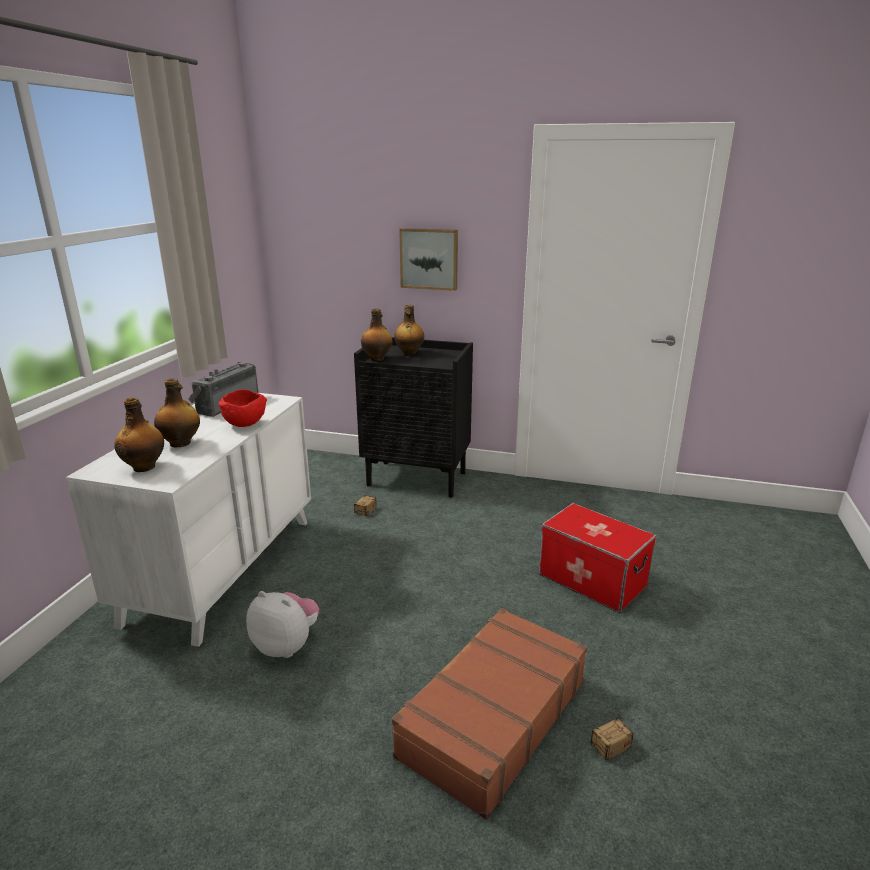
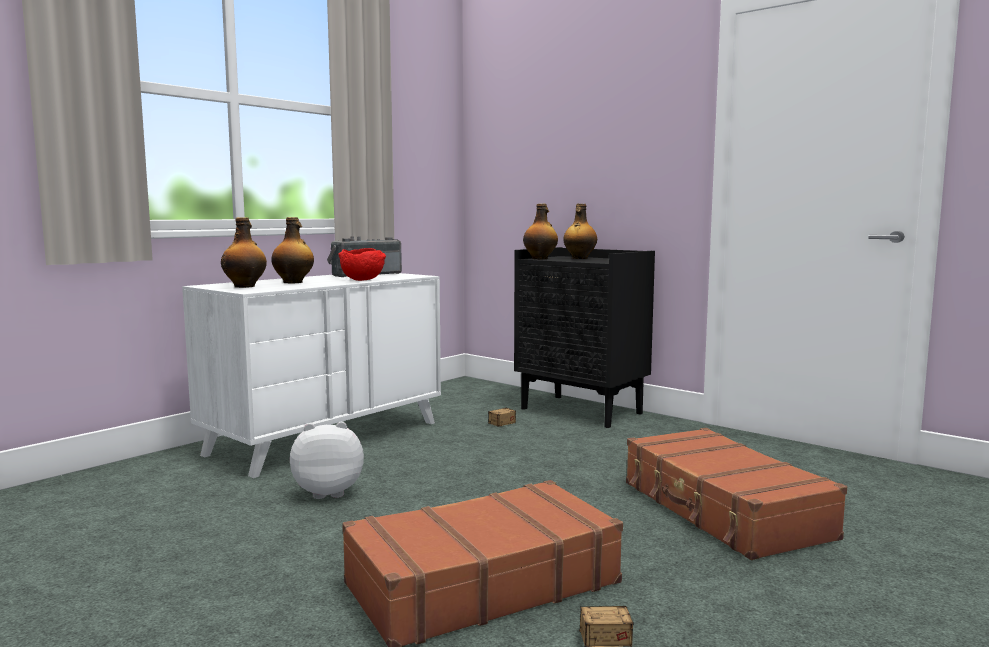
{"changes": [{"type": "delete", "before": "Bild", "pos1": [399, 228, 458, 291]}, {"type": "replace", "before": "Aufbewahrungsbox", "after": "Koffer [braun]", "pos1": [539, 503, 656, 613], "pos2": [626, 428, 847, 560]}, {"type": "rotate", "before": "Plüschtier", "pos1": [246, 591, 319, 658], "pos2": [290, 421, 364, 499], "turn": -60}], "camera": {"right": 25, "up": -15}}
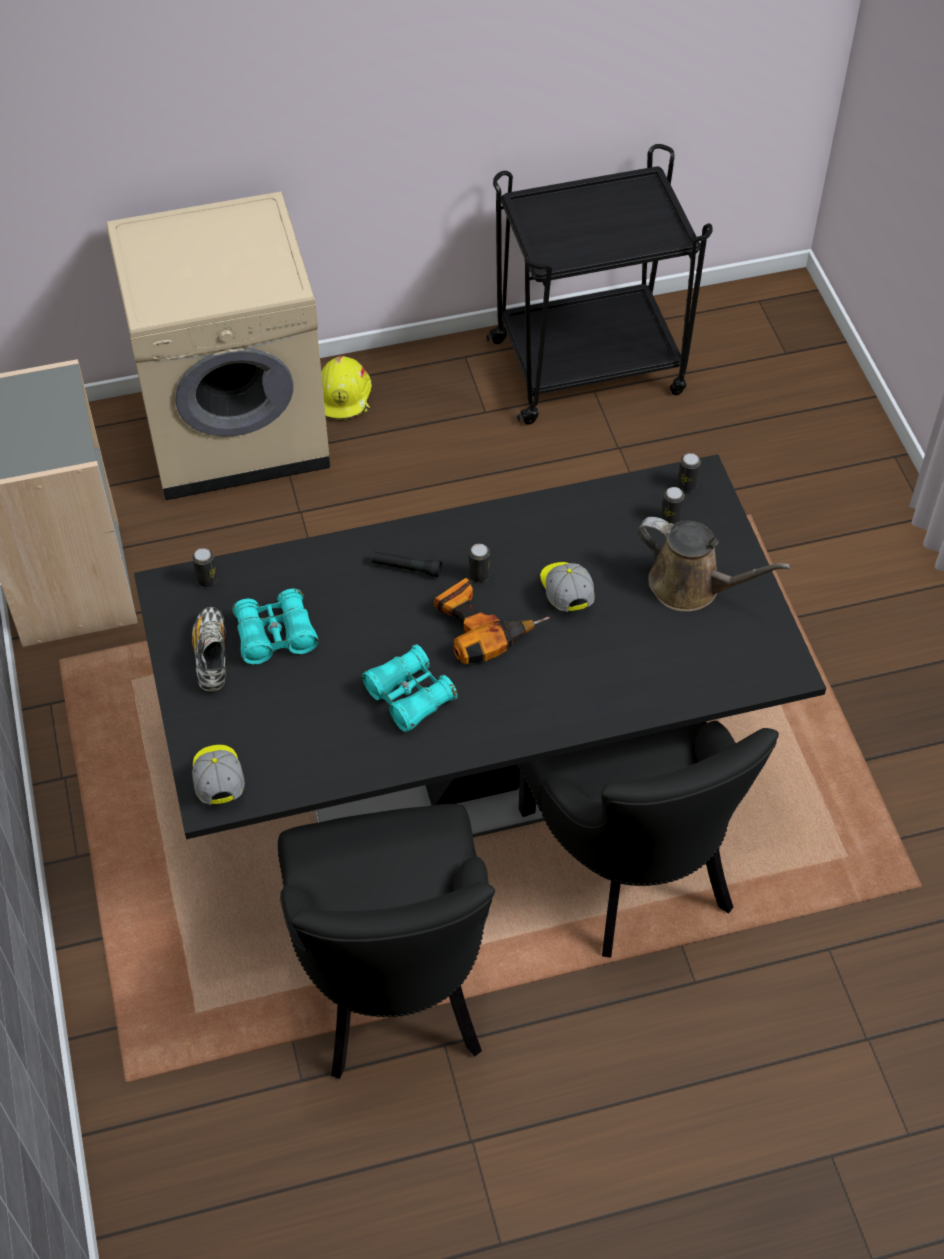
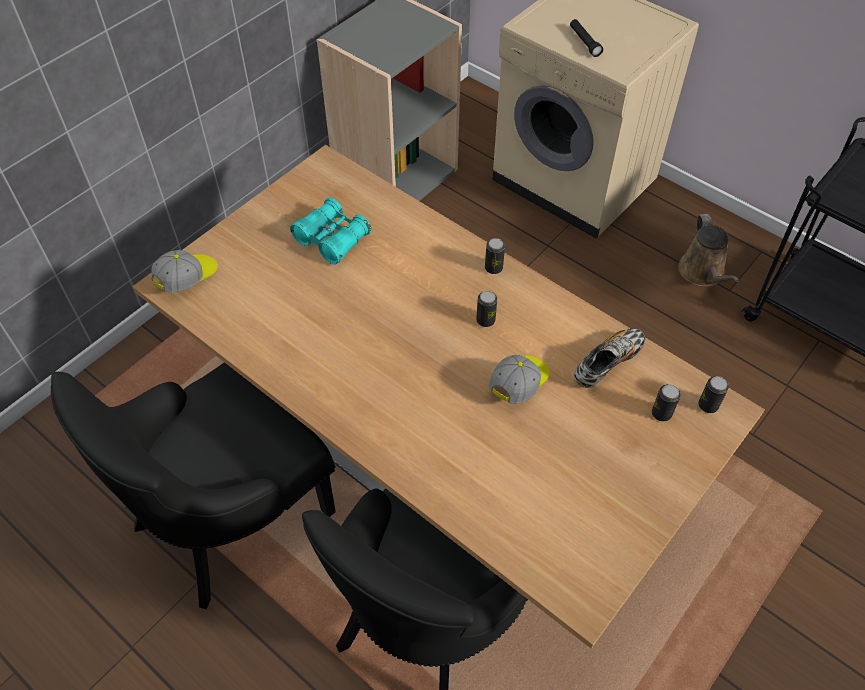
{"changes": [{"type": "delete", "before": "Schutzhelm [gelb]", "pos1": [321, 356, 372, 420]}, {"type": "recolor", "before": "Esstisch [schwarz]", "after": "Esstisch [beige]", "pos1": [134, 454, 826, 839], "pos2": [133, 145, 765, 649]}, {"type": "move", "before": "Gießkanne [braun]", "pos1": [637, 517, 791, 612], "pos2": [678, 214, 739, 286]}, {"type": "move", "before": "Dose", "pos1": [192, 548, 218, 587], "pos2": [485, 238, 505, 274]}, {"type": "move", "before": "Taschenlampe [schwarz]", "pos1": [372, 551, 442, 577], "pos2": [570, 19, 603, 57]}, {"type": "delete", "before": "Bohrmaschine", "pos1": [434, 578, 550, 664]}, {"type": "move", "before": "Schuh", "pos1": [192, 607, 226, 692], "pos2": [574, 328, 645, 388]}, {"type": "delete", "before": "Fernglas [türkis]", "pos1": [362, 644, 458, 732]}], "camera": {"right": 55, "up": 0}}
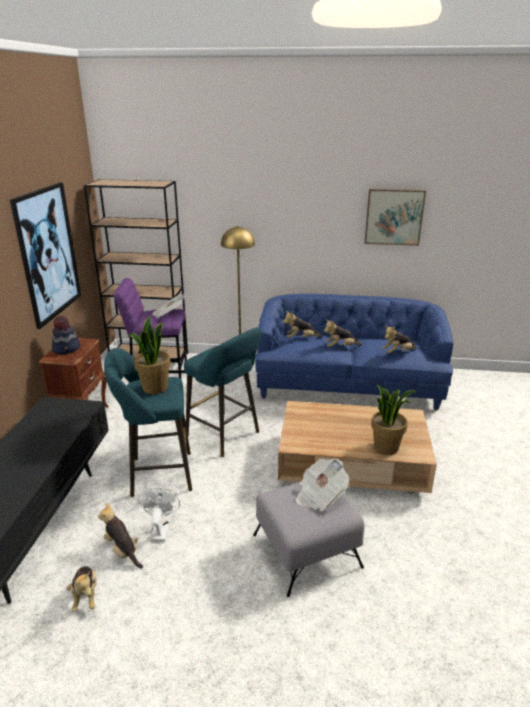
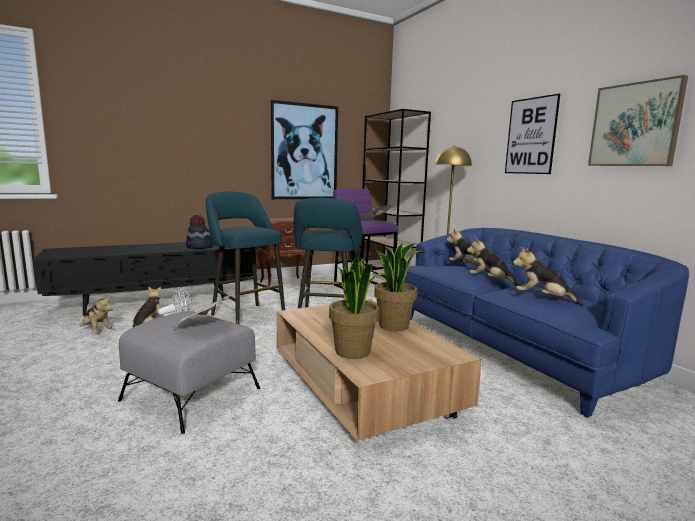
{"changes": [{"type": "move", "before": "Hut", "pos1": [52, 315, 80, 354], "pos2": [186, 215, 214, 249]}, {"type": "move", "before": "Topfpflanze", "pos1": [129, 316, 171, 394], "pos2": [372, 243, 424, 331]}, {"type": "rotate", "before": "Plüschtier", "pos1": [66, 566, 97, 612], "pos2": [80, 294, 113, 332], "turn": -90}, {"type": "insert", "after": "Bild", "pos2": [505, 94, 560, 174]}], "camera": {"right": 55, "up": -15}}
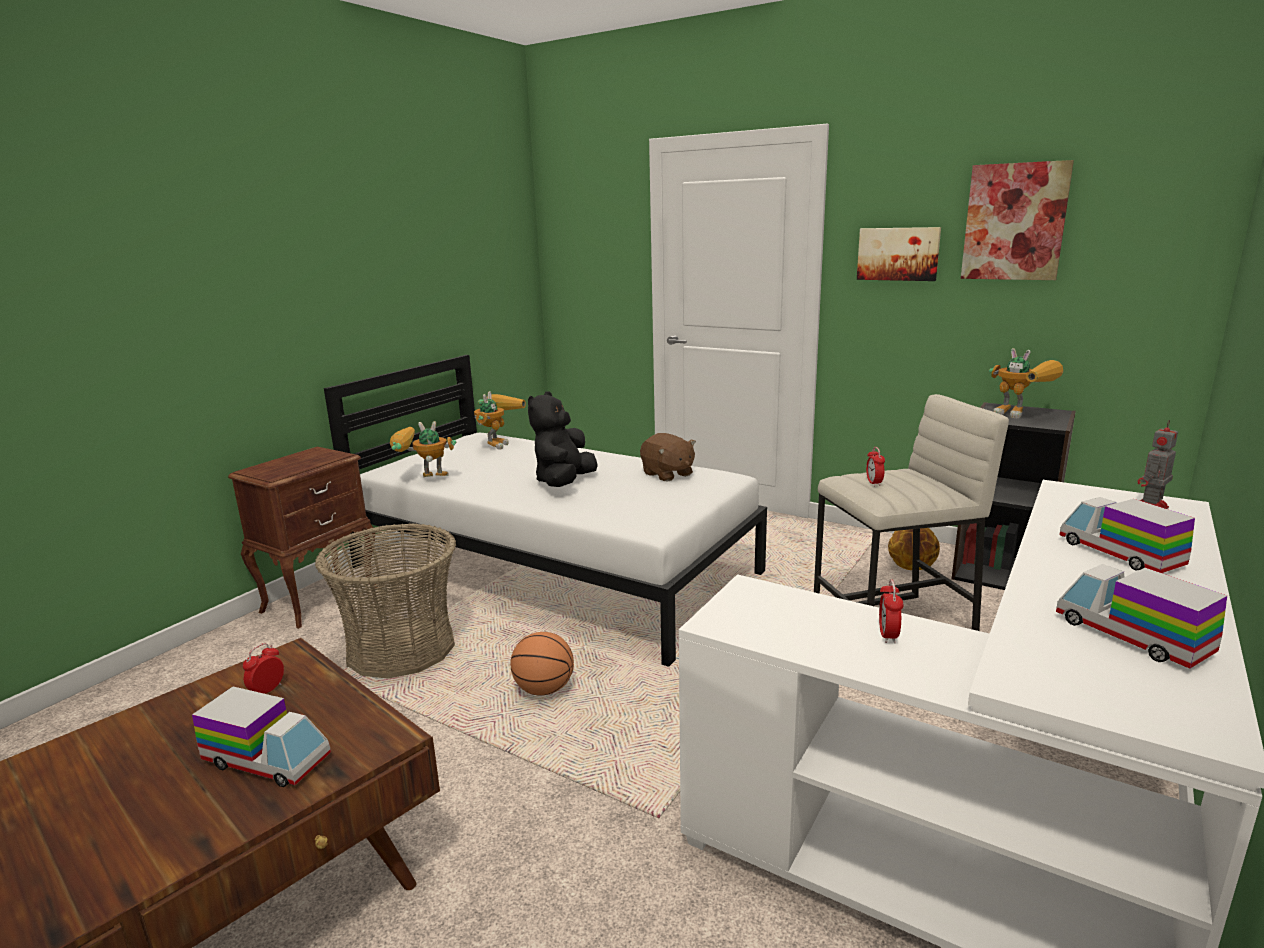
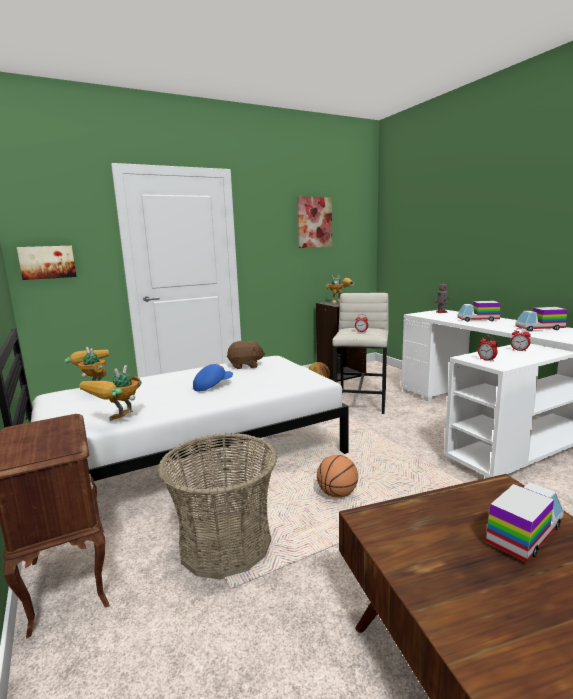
{"changes": [{"type": "move", "before": "Bild", "pos1": [857, 227, 941, 281], "pos2": [17, 246, 77, 280]}, {"type": "replace", "before": "Plüschtier [schwarz]", "after": "Kappe [blau]", "pos1": [528, 391, 598, 487], "pos2": [193, 364, 233, 392]}, {"type": "move", "before": "Wecker", "pos1": [243, 643, 284, 694], "pos2": [478, 336, 498, 362]}], "camera": {"right": -60, "up": -5}}
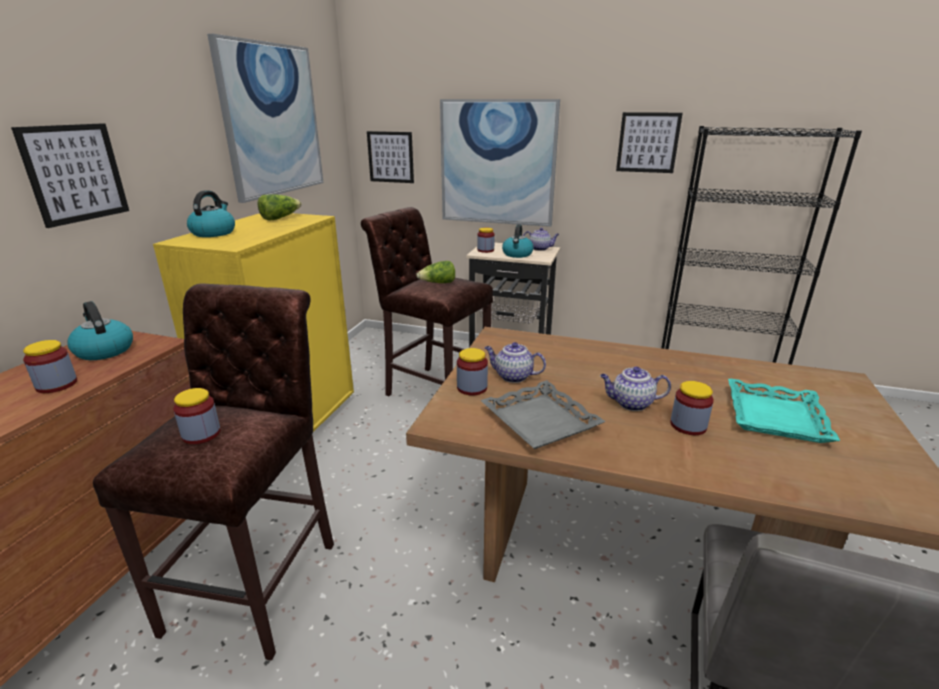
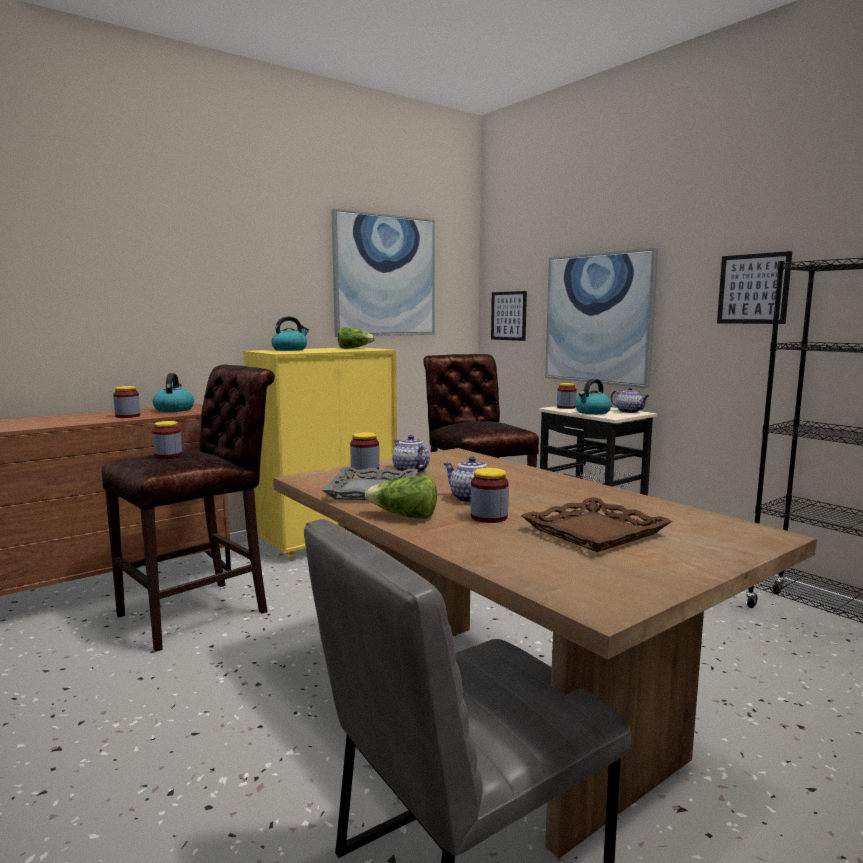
{"changes": [{"type": "delete", "before": "Bild", "pos1": [11, 123, 129, 228]}, {"type": "move", "before": "Salatkopf", "pos1": [416, 261, 455, 283], "pos2": [365, 476, 437, 519]}, {"type": "recolor", "before": "Tablett [türkis]", "after": "Tablett [braun]", "pos1": [728, 379, 840, 443], "pos2": [521, 497, 672, 552]}], "camera": {"right": 35, "up": -15}}
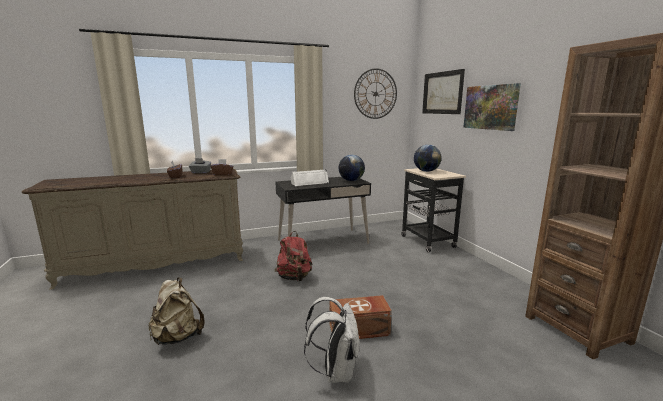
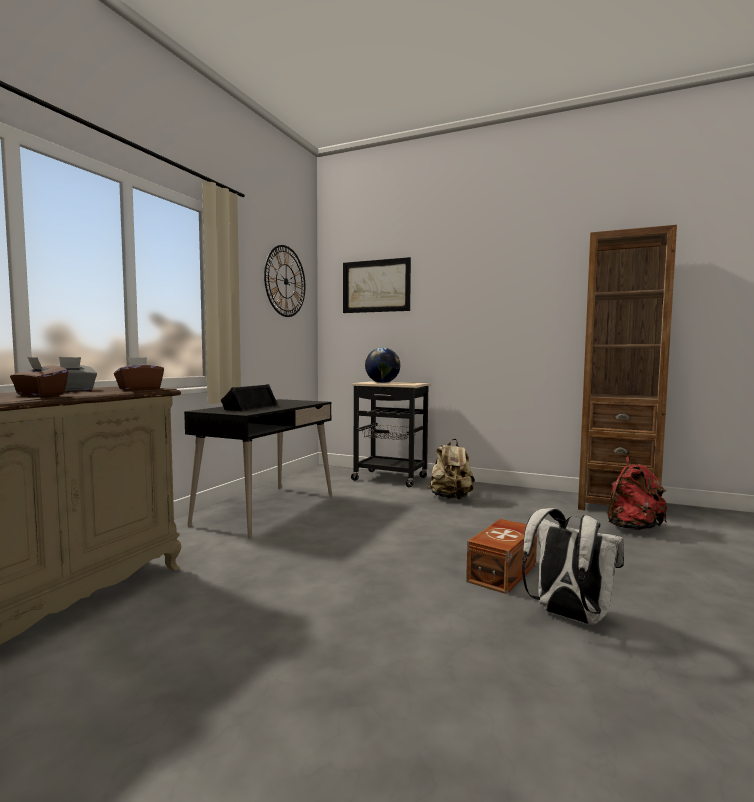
{"changes": [{"type": "delete", "before": "Bild", "pos1": [463, 83, 521, 131]}, {"type": "delete", "before": "Globus", "pos1": [338, 155, 365, 181]}, {"type": "recolor", "before": "Lautsprecher [weiß]", "after": "Lautsprecher [schwarz]", "pos1": [290, 169, 329, 186], "pos2": [221, 384, 279, 411]}, {"type": "move", "before": "Rucksack [rot]", "pos1": [274, 231, 312, 281], "pos2": [607, 456, 667, 530]}, {"type": "move", "before": "Rucksack [beige]", "pos1": [149, 277, 205, 345], "pos2": [427, 439, 475, 500]}], "camera": {"right": -45, "up": -10}}
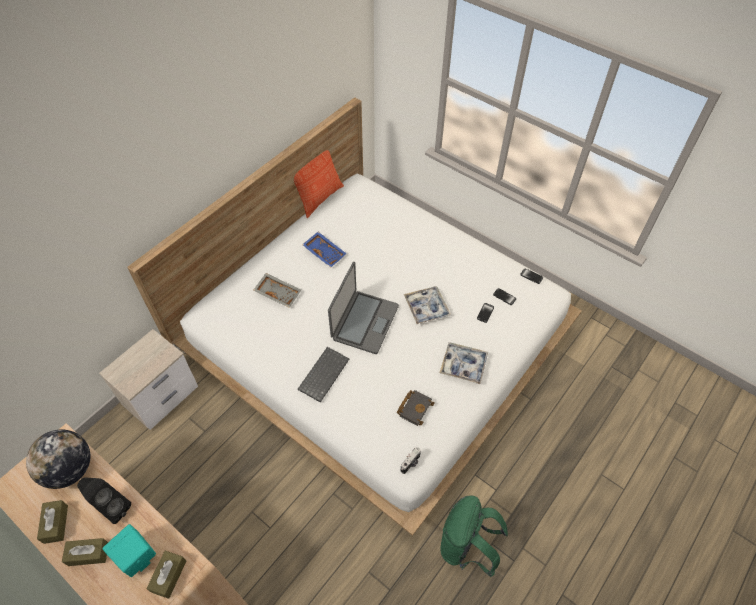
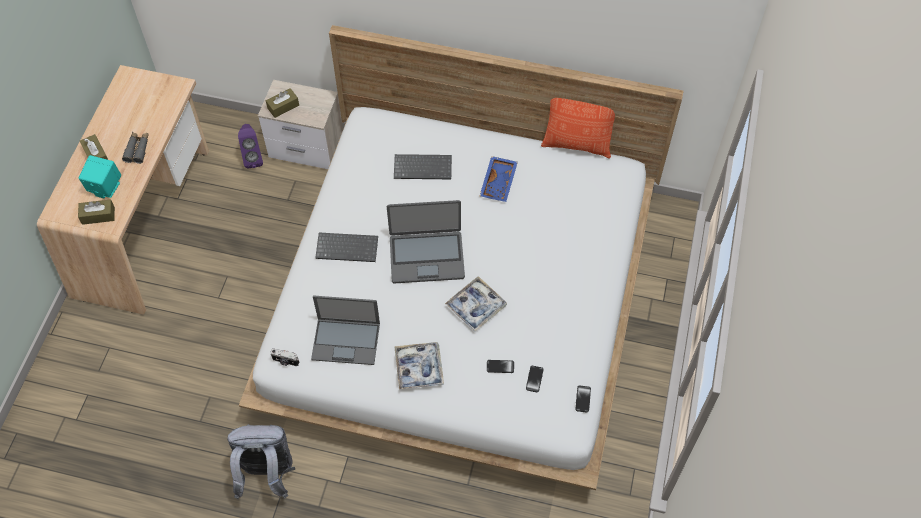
{"changes": [{"type": "replace", "before": "Tablett [grau]", "after": "Tastatur", "pos1": [253, 273, 301, 308], "pos2": [394, 154, 452, 179]}, {"type": "replace", "before": "Buch [schwarz]", "after": "Laptop", "pos1": [397, 390, 435, 426], "pos2": [311, 295, 380, 365]}, {"type": "delete", "before": "Globus", "pos1": [26, 430, 91, 489]}, {"type": "replace", "before": "Lautsprecher [schwarz]", "after": "Fernglas [grau]", "pos1": [77, 478, 131, 524], "pos2": [122, 132, 149, 164]}, {"type": "recolor", "before": "Rucksack [grün]", "after": "Rucksack [grau]", "pos1": [441, 496, 508, 577], "pos2": [227, 424, 295, 500]}, {"type": "move", "before": "Taschentuchbox [braun]", "pos1": [37, 500, 68, 544], "pos2": [266, 88, 299, 118]}, {"type": "insert", "after": "Lautsprecher [lila]", "pos2": [238, 124, 263, 168]}], "camera": {"right": 65, "up": 5}}
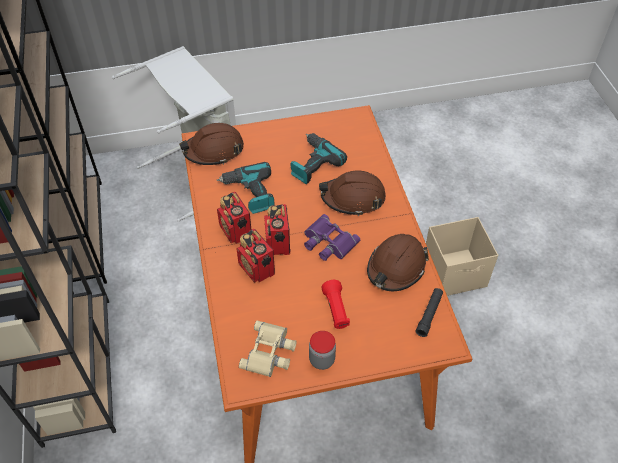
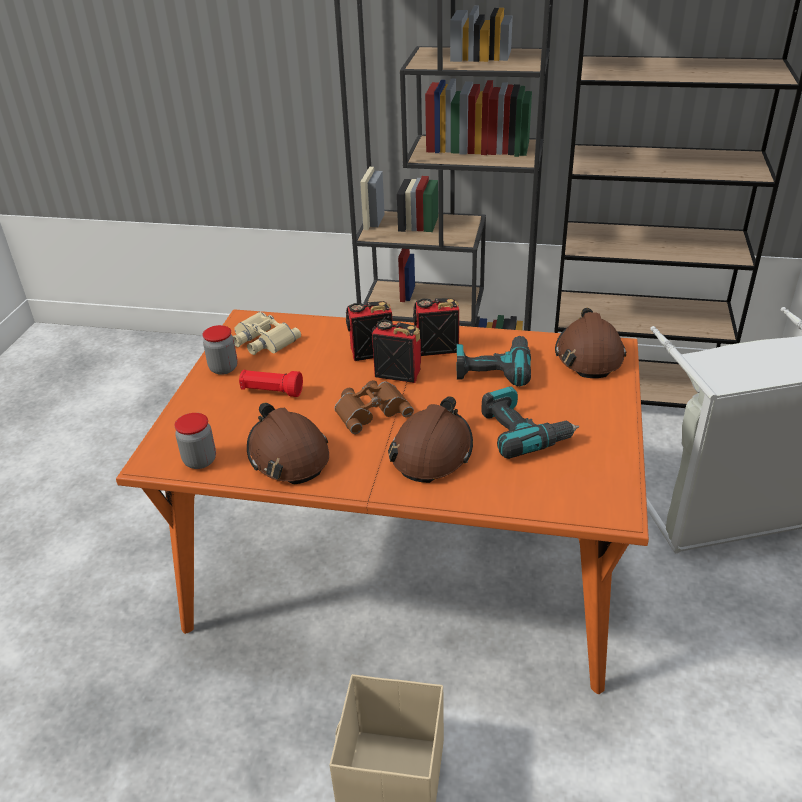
{"changes": [{"type": "recolor", "before": "Fernglas [lila]", "after": "Fernglas [braun]", "pos1": [304, 214, 360, 261], "pos2": [334, 380, 414, 434]}, {"type": "replace", "before": "Taschenlampe [schwarz]", "after": "Vorratsglas", "pos1": [415, 288, 443, 337], "pos2": [175, 413, 216, 469]}], "camera": {"right": 115, "up": -15}}
